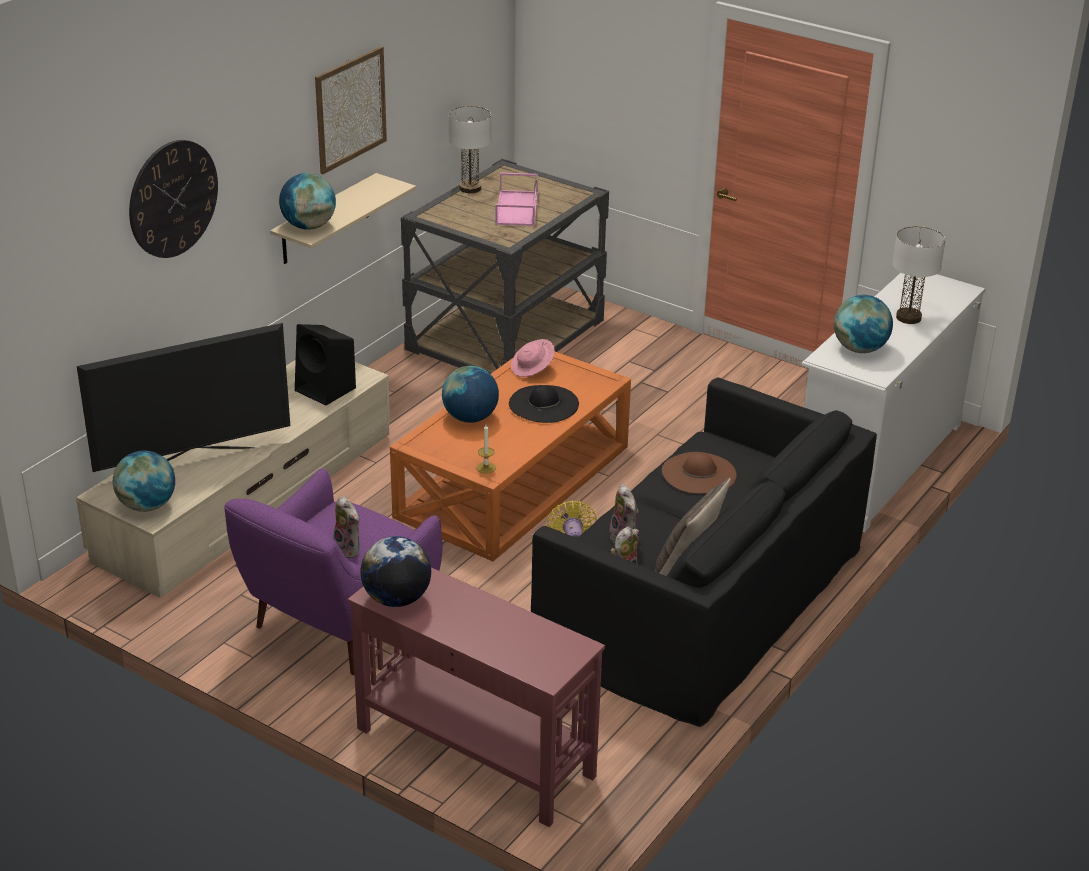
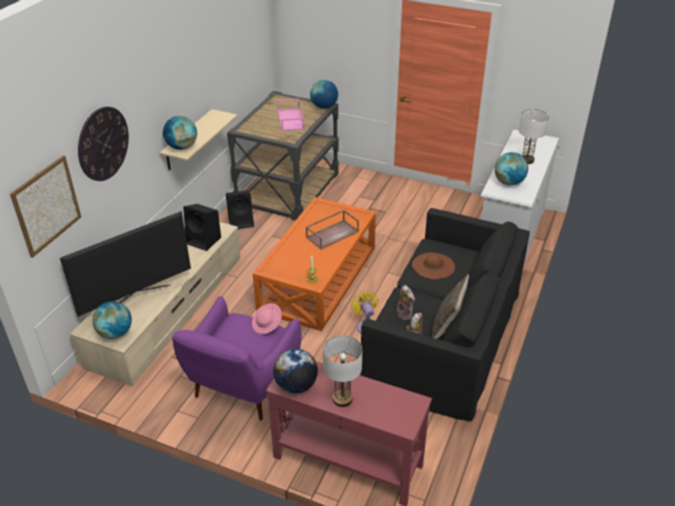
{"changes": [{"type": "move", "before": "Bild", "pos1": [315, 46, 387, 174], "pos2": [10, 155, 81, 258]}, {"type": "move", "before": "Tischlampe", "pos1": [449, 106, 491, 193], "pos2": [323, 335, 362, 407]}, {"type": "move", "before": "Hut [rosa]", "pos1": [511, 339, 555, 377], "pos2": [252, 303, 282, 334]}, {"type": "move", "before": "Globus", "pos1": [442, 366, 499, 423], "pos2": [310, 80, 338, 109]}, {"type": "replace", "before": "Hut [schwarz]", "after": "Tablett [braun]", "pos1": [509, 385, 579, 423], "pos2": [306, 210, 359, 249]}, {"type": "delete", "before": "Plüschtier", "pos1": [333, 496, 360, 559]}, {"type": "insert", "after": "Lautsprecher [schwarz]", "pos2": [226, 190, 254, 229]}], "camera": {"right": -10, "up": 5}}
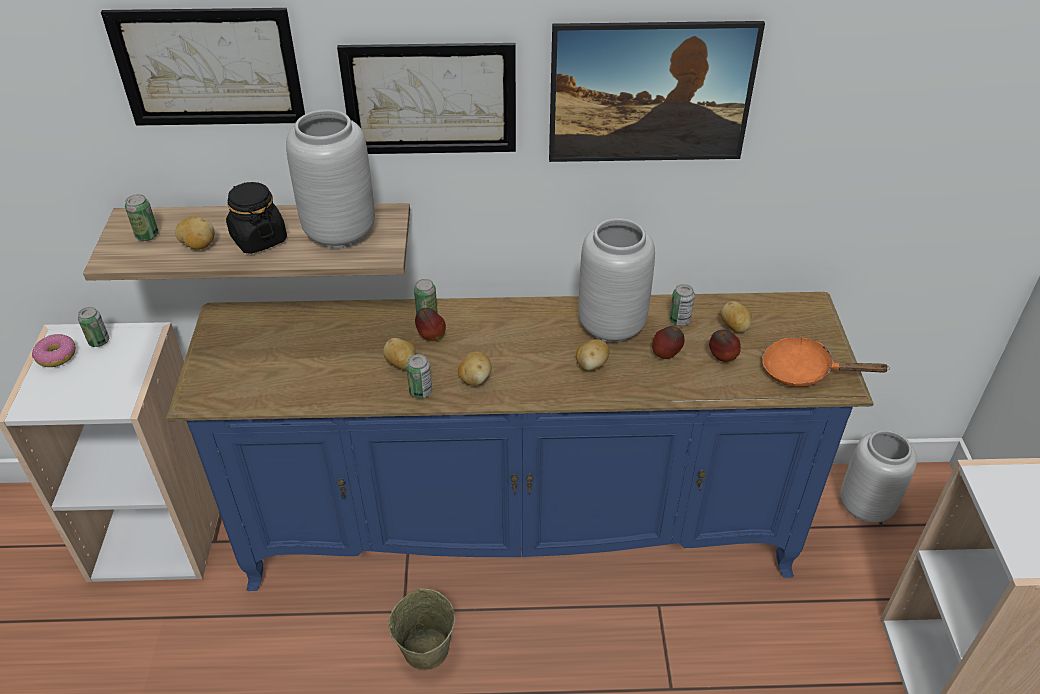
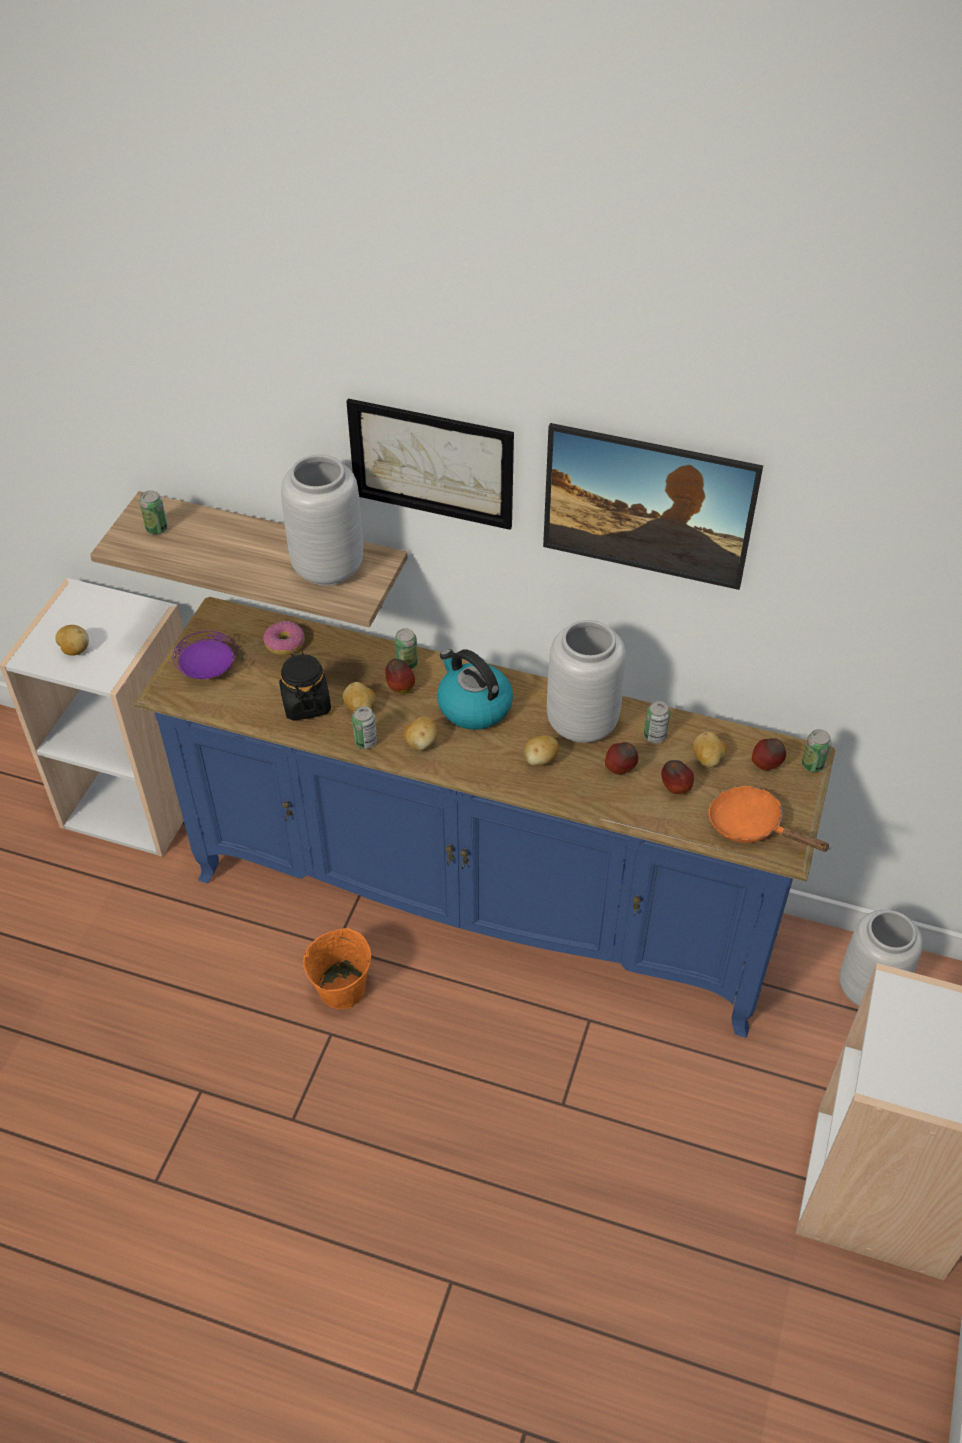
{"changes": [{"type": "delete", "before": "Bild", "pos1": [101, 8, 305, 126]}, {"type": "move", "before": "Vorratsglas [schwarz]", "pos1": [226, 182, 287, 254], "pos2": [279, 652, 331, 721]}, {"type": "move", "before": "Kartoffel", "pos1": [175, 216, 215, 250], "pos2": [55, 625, 89, 656]}, {"type": "move", "before": "Dose", "pos1": [78, 307, 109, 347], "pos2": [801, 729, 831, 772]}, {"type": "move", "before": "Donut", "pos1": [32, 334, 76, 367], "pos2": [263, 621, 305, 655]}, {"type": "recolor", "before": "Eimer [beige]", "after": "Eimer [orange]", "pos1": [388, 589, 455, 670], "pos2": [303, 928, 371, 1009]}, {"type": "insert", "after": "Teller [lila]", "pos2": [173, 631, 237, 679]}, {"type": "insert", "after": "Wasserkessel", "pos2": [437, 649, 513, 730]}, {"type": "insert", "after": "Apfel", "pos2": [752, 738, 786, 770]}], "camera": {"right": 20, "up": 5}}
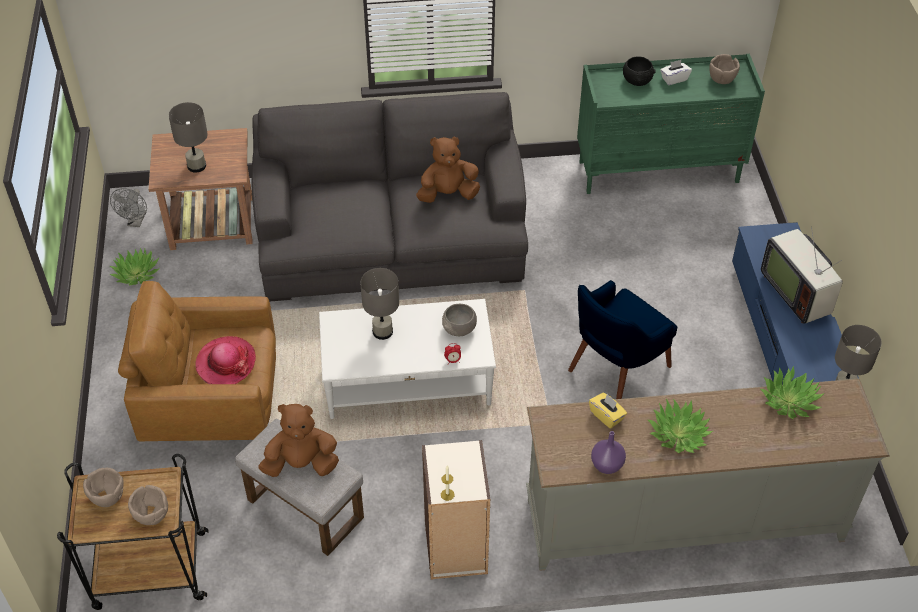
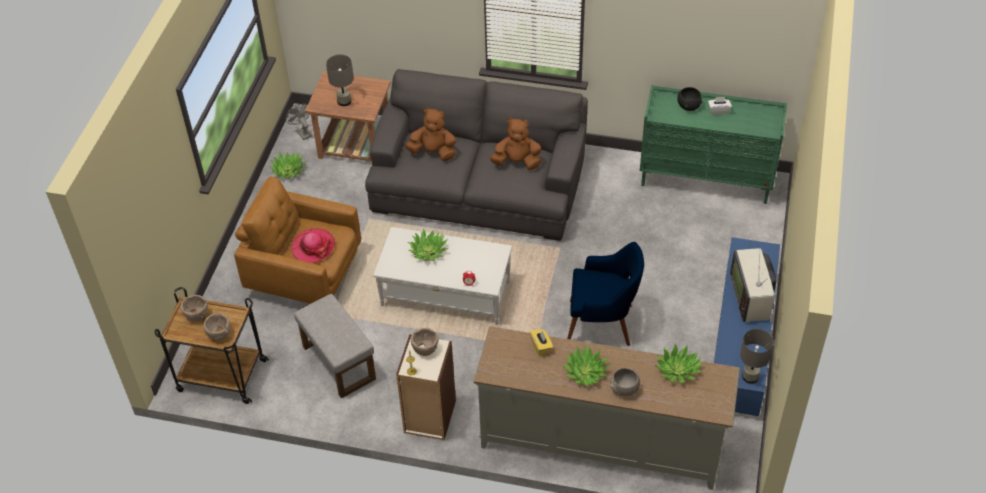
{"changes": [{"type": "move", "before": "Schüssel [braun]", "pos1": [709, 54, 740, 84], "pos2": [411, 328, 439, 356]}, {"type": "rotate", "before": "Ventilator [grau]", "pos1": [110, 188, 147, 227], "pos2": [286, 104, 312, 140], "turn": 120}, {"type": "replace", "before": "Tischlampe [grau]", "after": "Topfpflanze", "pos1": [361, 268, 399, 340], "pos2": [408, 229, 448, 262]}, {"type": "rotate", "before": "Sessel [blau]", "pos1": [568, 280, 677, 399], "pos2": [567, 242, 644, 346], "turn": -150}, {"type": "move", "before": "Schüssel [grau]", "pos1": [442, 304, 477, 336], "pos2": [610, 368, 640, 397]}, {"type": "move", "before": "Plüschtier [braun]", "pos1": [258, 404, 339, 477], "pos2": [405, 107, 456, 161]}, {"type": "delete", "before": "Vase [lila]", "pos1": [591, 431, 626, 474]}], "camera": {"right": 20, "up": 0}}
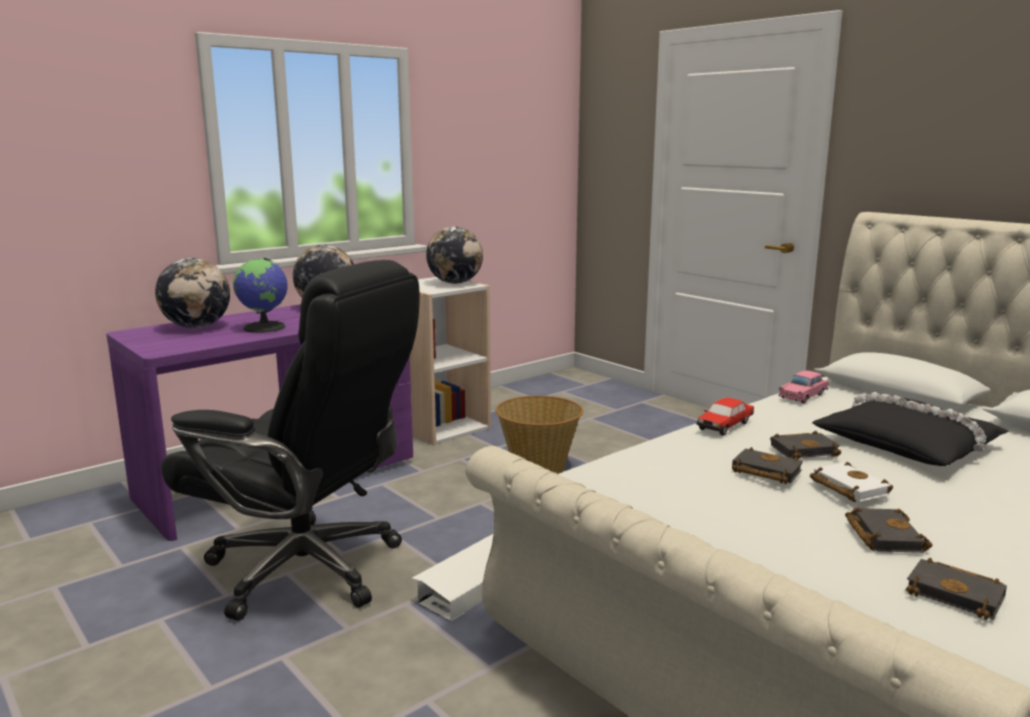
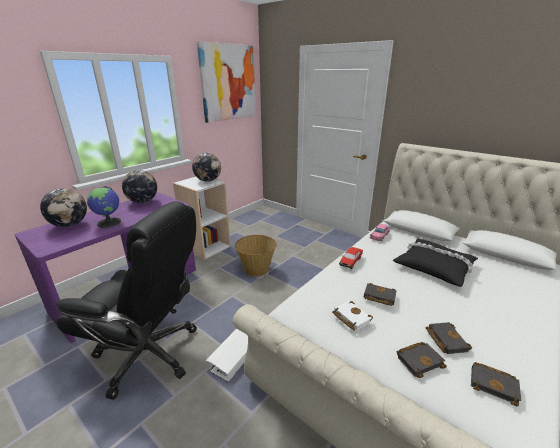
{"changes": [{"type": "move", "before": "Buch [schwarz]", "pos1": [770, 431, 841, 459], "pos2": [397, 342, 447, 378]}, {"type": "move", "before": "Buch [weiß]", "pos1": [810, 462, 893, 502], "pos2": [332, 301, 373, 331]}, {"type": "insert", "after": "Bild", "pos2": [197, 41, 256, 123]}], "camera": {"right": -10, "up": 10}}
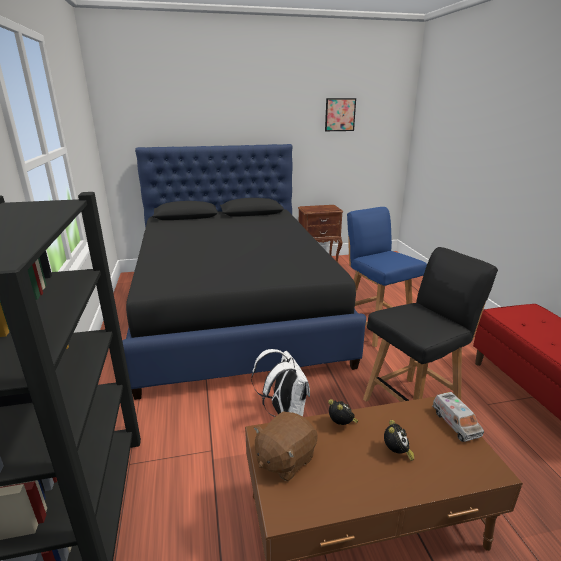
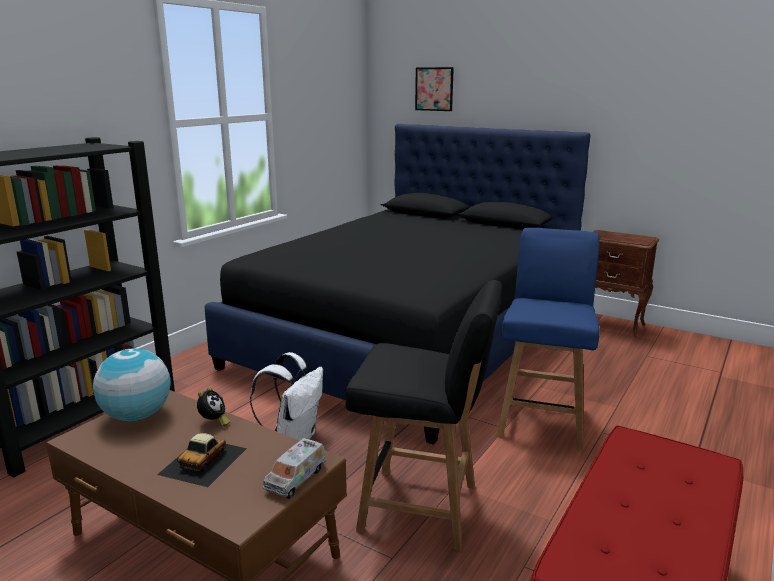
{"changes": [{"type": "move", "before": "Bild", "pos1": [325, 98, 356, 131], "pos2": [415, 67, 454, 111]}, {"type": "replace", "before": "Plüschtier [braun]", "after": "Globus", "pos1": [254, 411, 318, 481], "pos2": [93, 348, 171, 421]}, {"type": "replace", "before": "Wecker", "after": "Spielzeugauto", "pos1": [384, 420, 414, 461], "pos2": [157, 433, 247, 487]}], "camera": {"right": 45, "up": -5}}
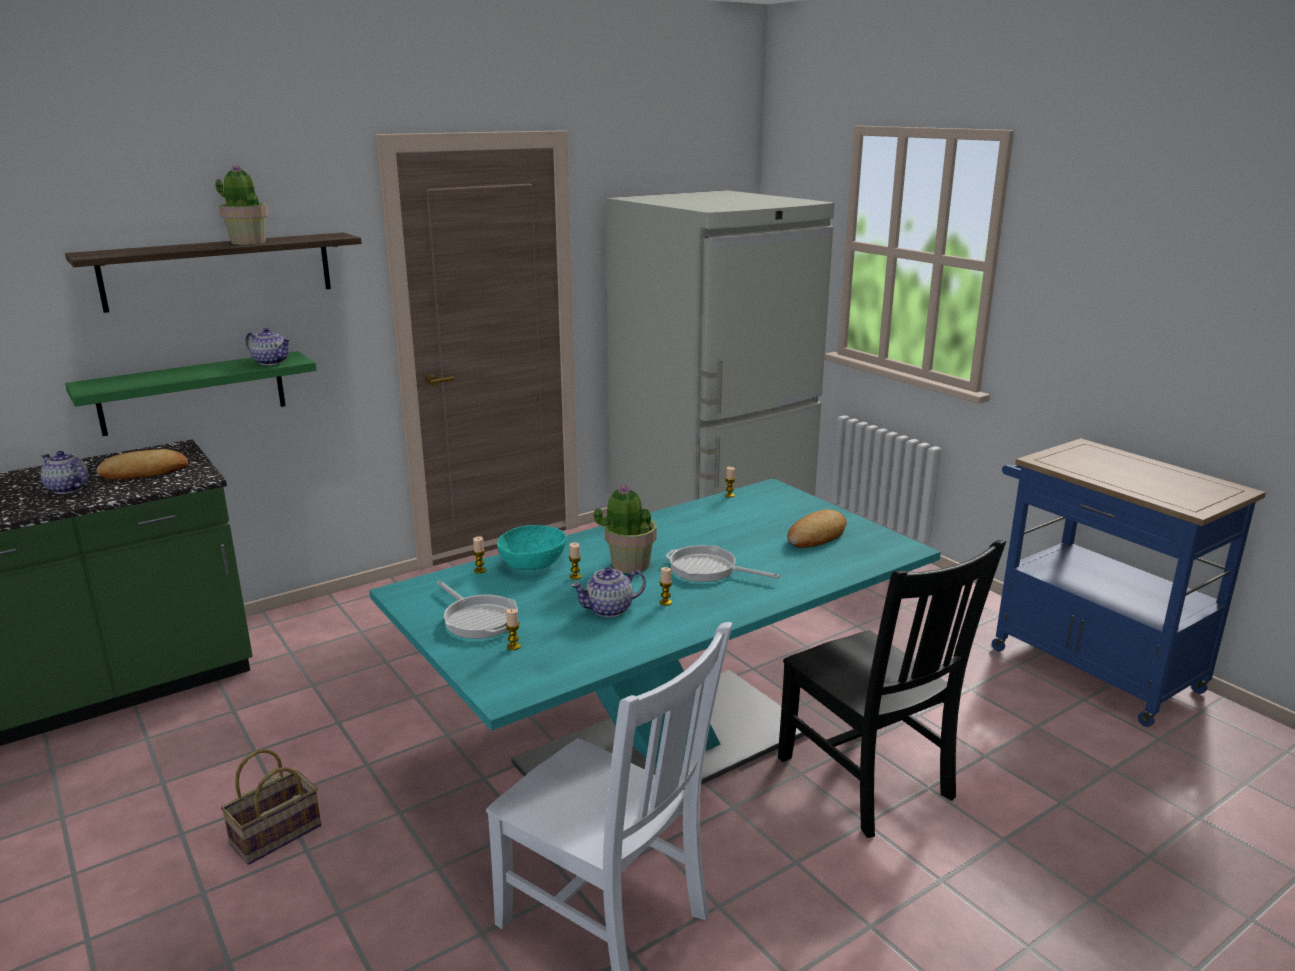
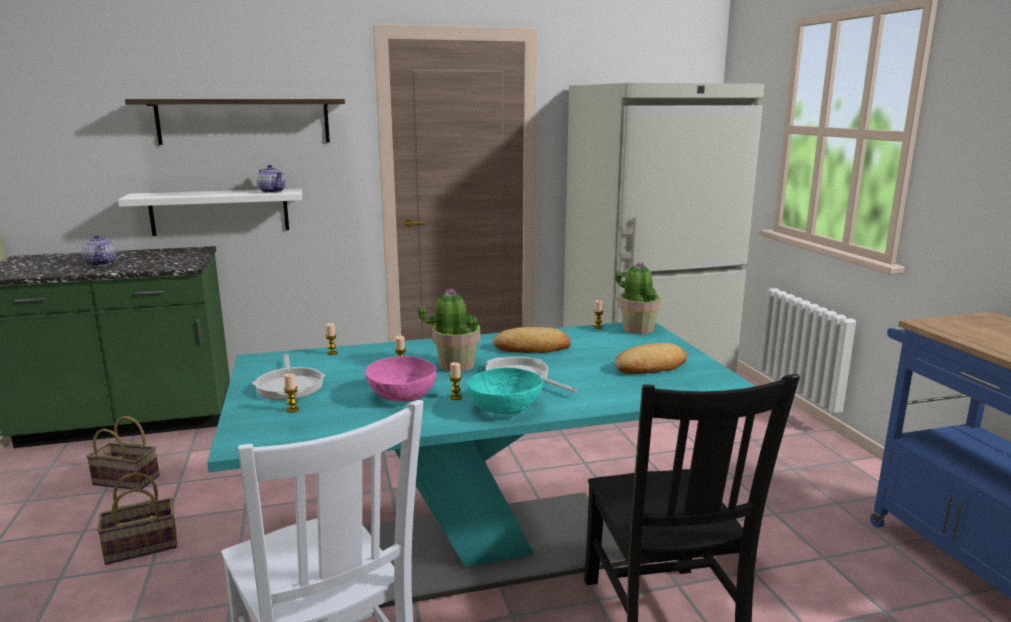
{"changes": [{"type": "move", "before": "Topfpflanze", "pos1": [215, 166, 268, 245], "pos2": [615, 262, 661, 334]}, {"type": "recolor", "before": "Wandregal [grün]", "after": "Wandregal [weiß]", "pos1": [65, 351, 317, 436], "pos2": [118, 188, 302, 236]}, {"type": "move", "before": "Brot", "pos1": [96, 449, 188, 479], "pos2": [493, 327, 571, 353]}, {"type": "move", "before": "Schüssel [türkis]", "pos1": [497, 525, 567, 570], "pos2": [467, 367, 543, 414]}, {"type": "replace", "before": "Teekanne", "after": "Schüssel [rosa]", "pos1": [571, 567, 646, 617], "pos2": [366, 356, 436, 402]}, {"type": "insert", "after": "Korb", "pos2": [86, 416, 160, 489]}], "camera": {"right": 20, "up": -5}}
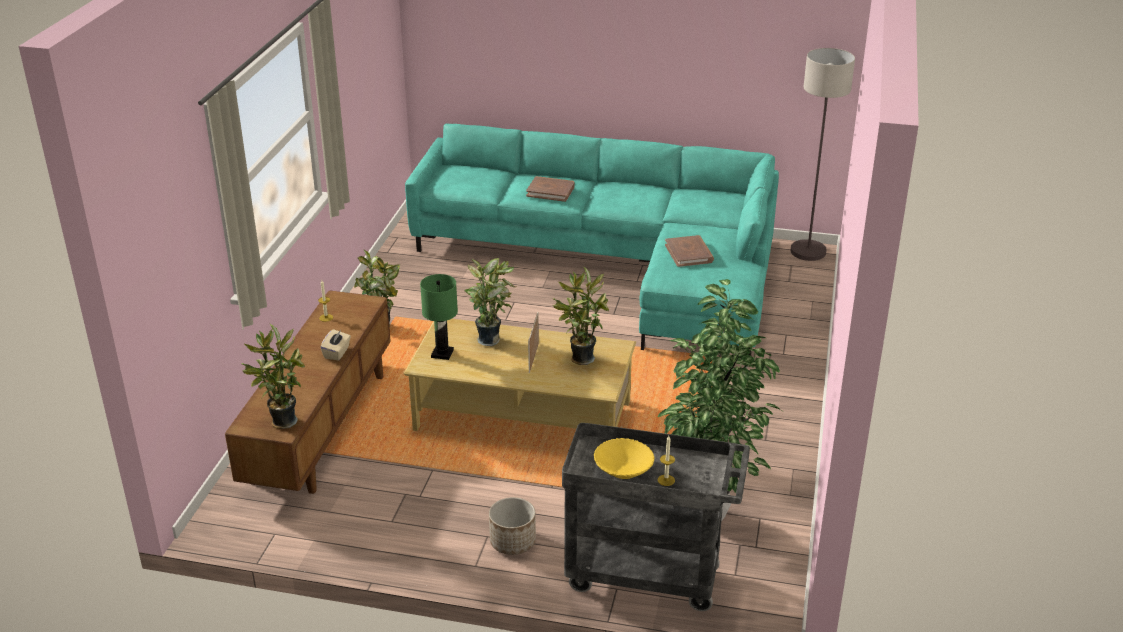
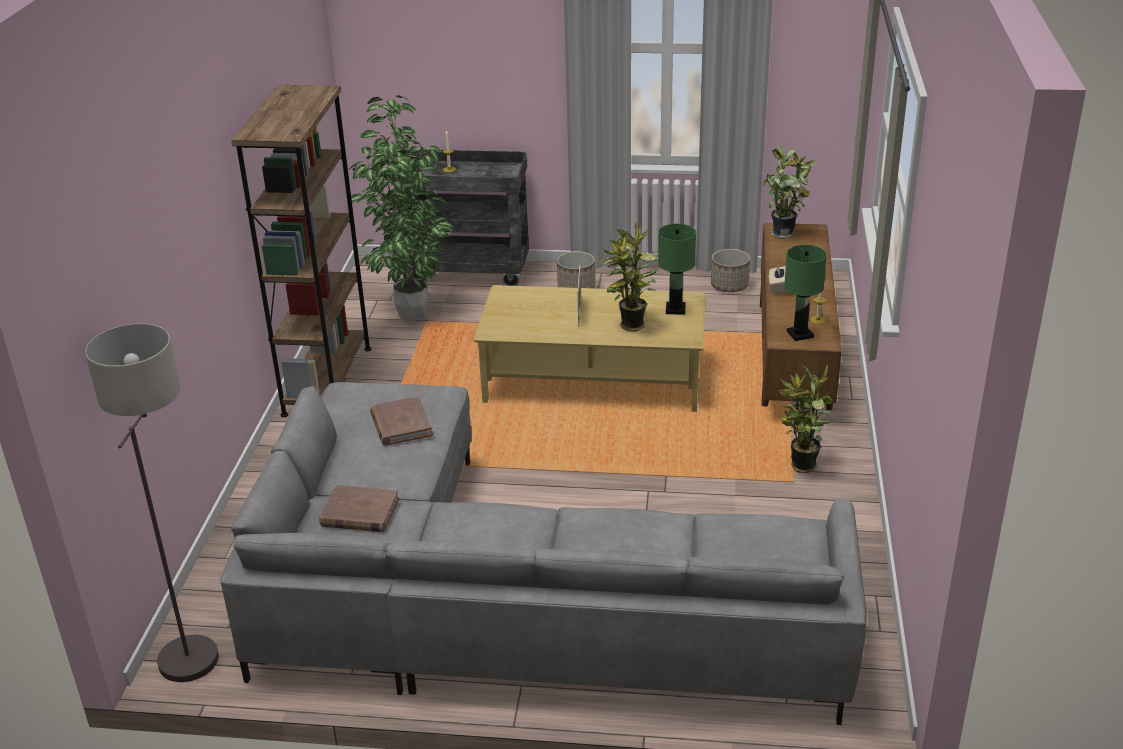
{"changes": [{"type": "recolor", "before": "Sofa [türkis]", "after": "Sofa [grau]", "pos1": [405, 124, 779, 355], "pos2": [220, 382, 867, 725]}, {"type": "move", "before": "Buch [braun]", "pos1": [526, 176, 575, 202], "pos2": [319, 485, 399, 532]}, {"type": "delete", "before": "Topfpflanze", "pos1": [553, 266, 609, 365]}, {"type": "delete", "before": "Schüssel [gelb]", "pos1": [594, 438, 654, 479]}, {"type": "insert", "after": "Bücherregal [braun]", "pos2": [231, 85, 372, 417]}, {"type": "insert", "after": "Tischlampe [grün]", "pos2": [784, 245, 827, 341]}, {"type": "insert", "after": "Pflanzkübel", "pos2": [711, 249, 750, 292]}], "camera": {"right": 175, "up": 0}}
